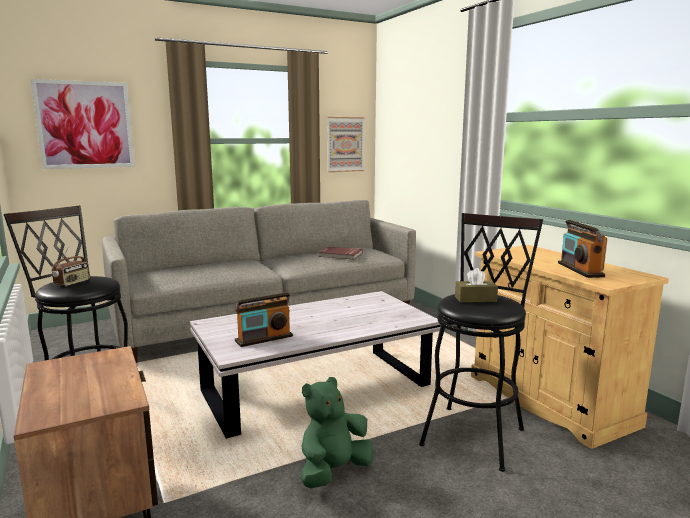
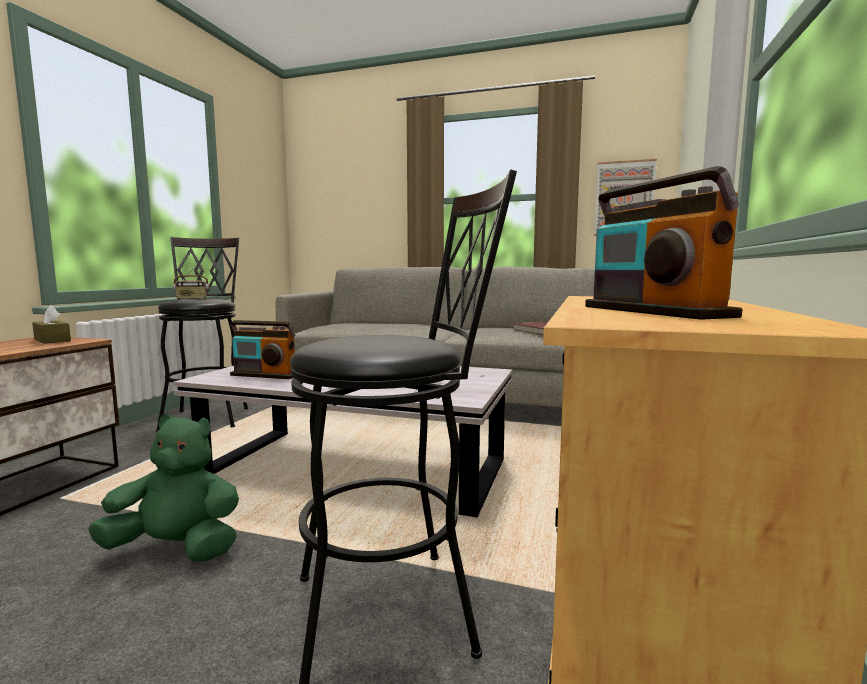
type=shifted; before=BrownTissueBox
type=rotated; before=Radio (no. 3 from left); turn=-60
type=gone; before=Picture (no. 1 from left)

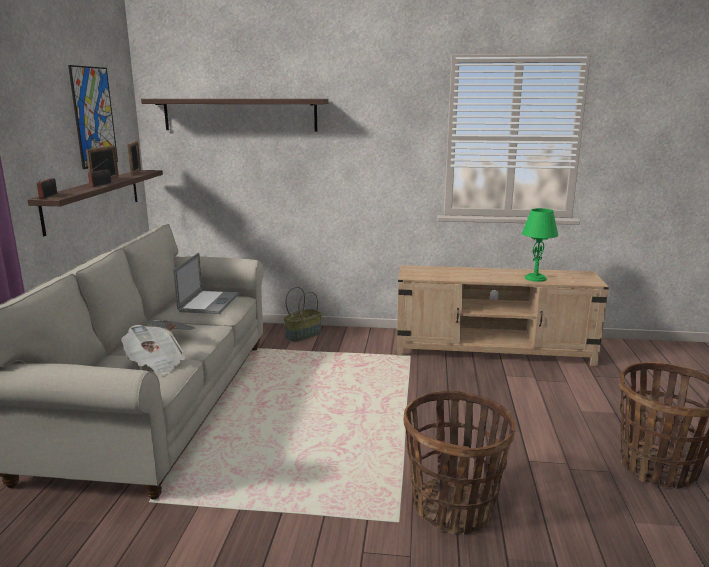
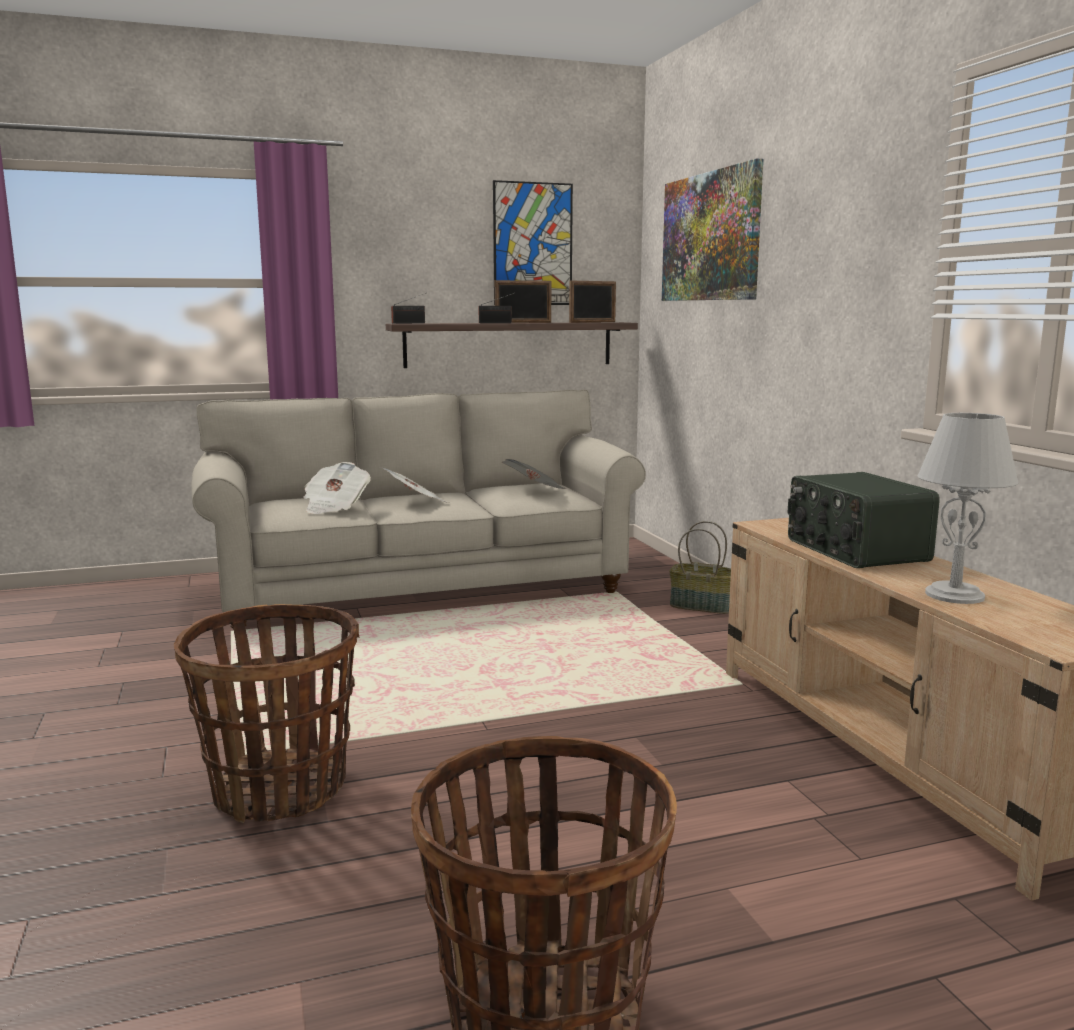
type=swapped; before=Laptop; after=Newspaper (no. 3 from left)
type=swapped; before=Shelf (no. 2 from left); after=Picture (no. 2 from left)
type=new; after=Radio (no. 3 from left)
type=repainted; before=GreenTableLamp; after=GreyTableLamp

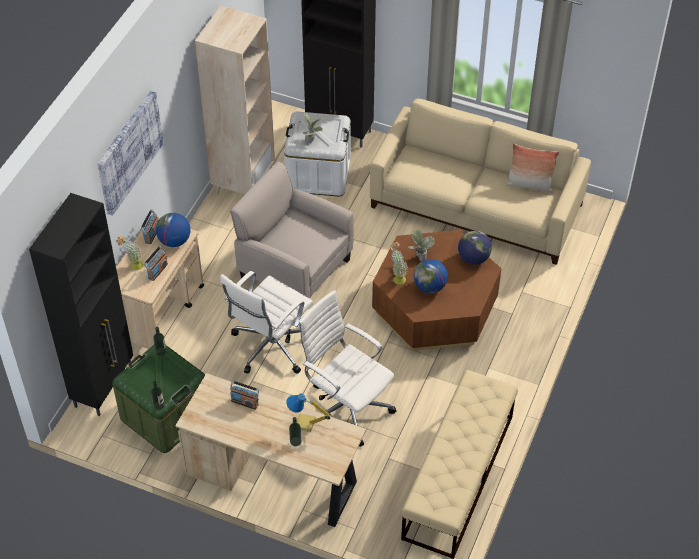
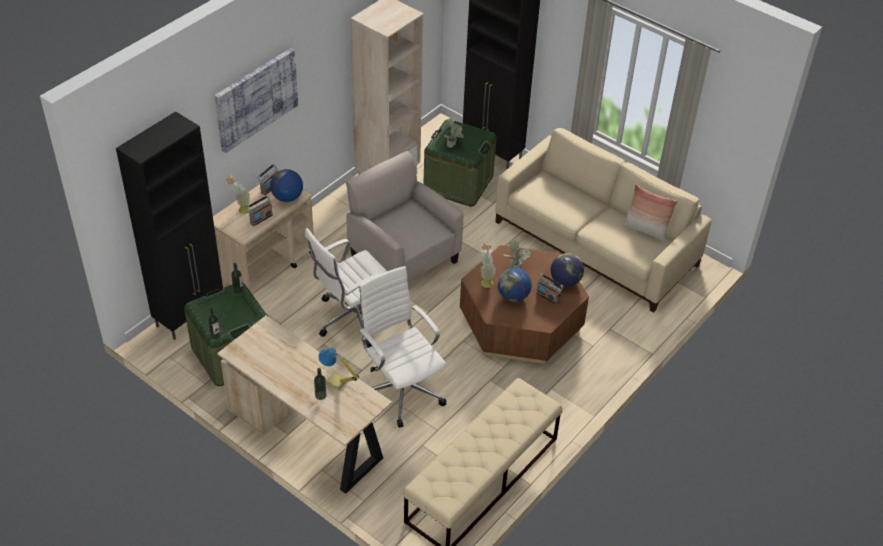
type=repainted; before=WhiteStorageBox; after=GreenStorageBox (no. 2 from left)
type=shifted; before=Radio (no. 3 from left)

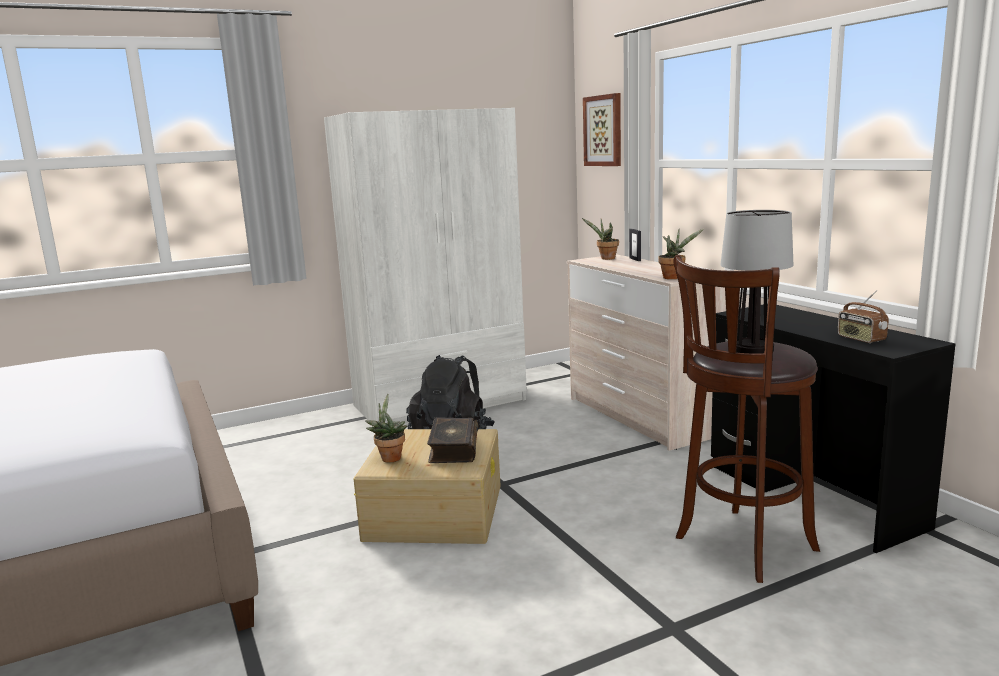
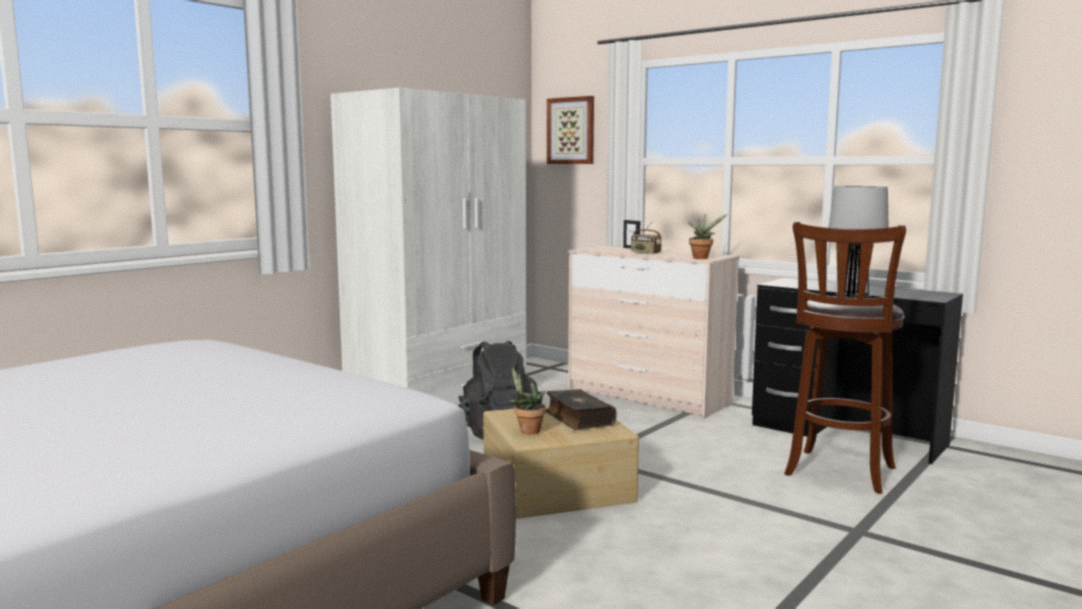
type=shifted; before=Radio
type=gone; before=PottedPlant (no. 2 from left)

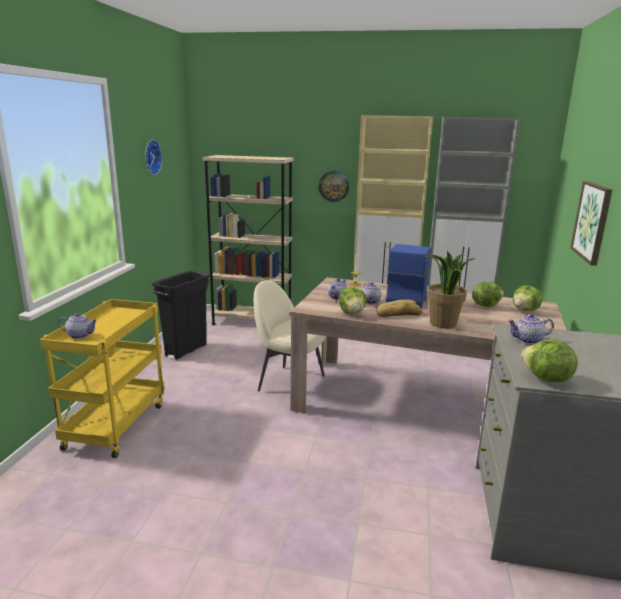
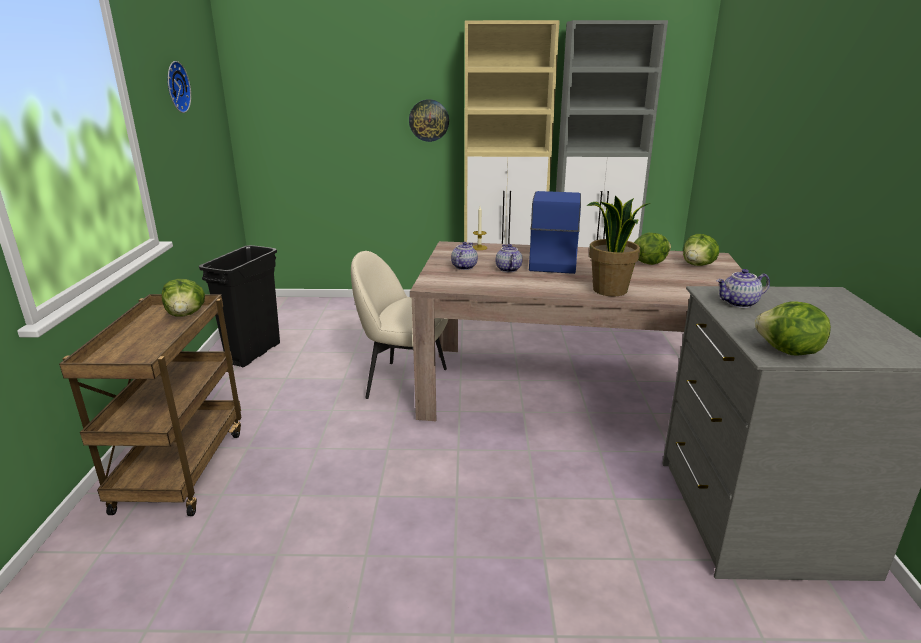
type=repainted; before=YellowCart; after=BrownCart
type=shifted; before=Lettuce (no. 1 from left)
type=gone; before=Teapot (no. 1 from left)
type=gone; before=BeigeBookcase
type=gone; before=Bread
type=gone; before=Picture

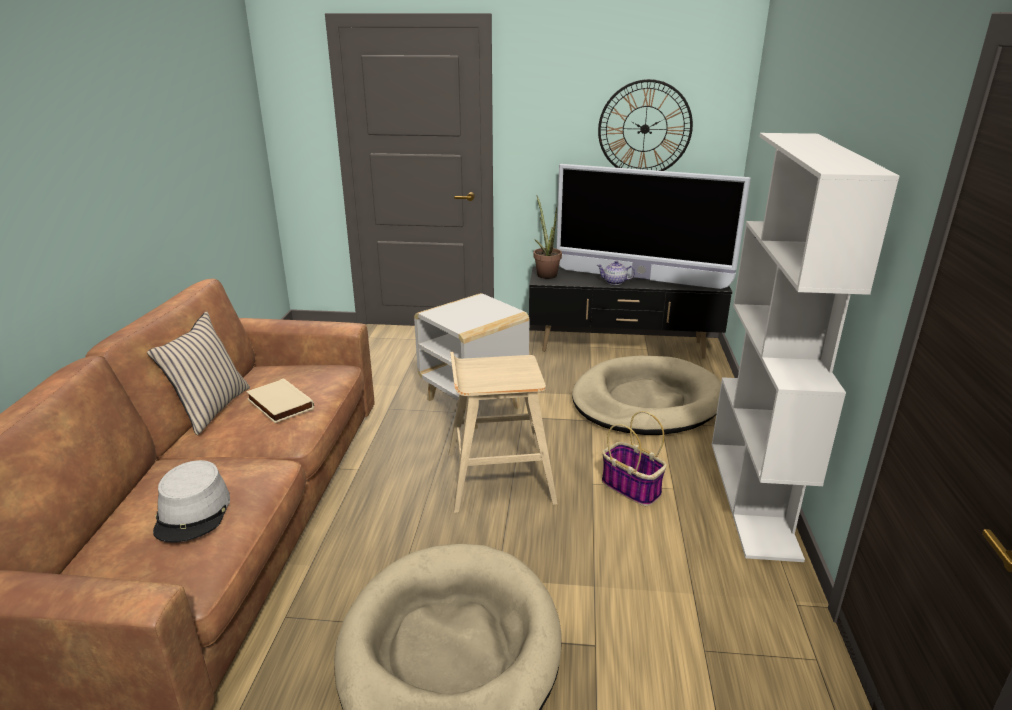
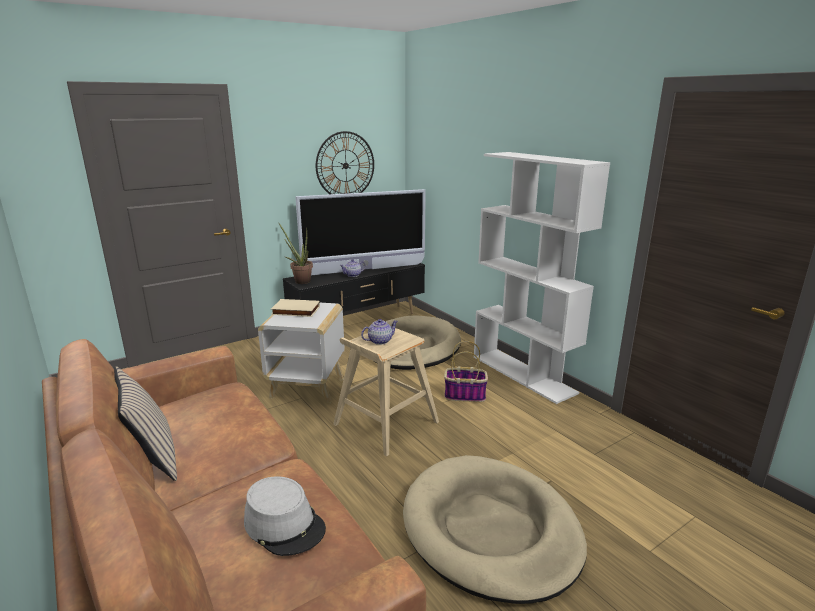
type=shifted; before=BeigeBook
type=new; after=Teapot (no. 2 from left)

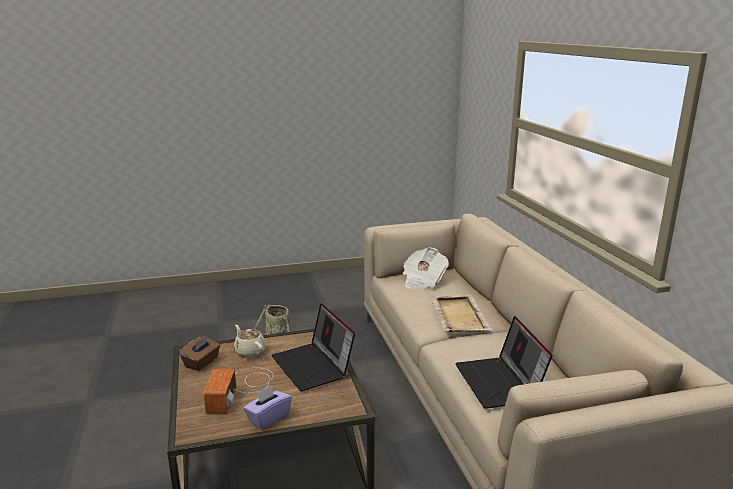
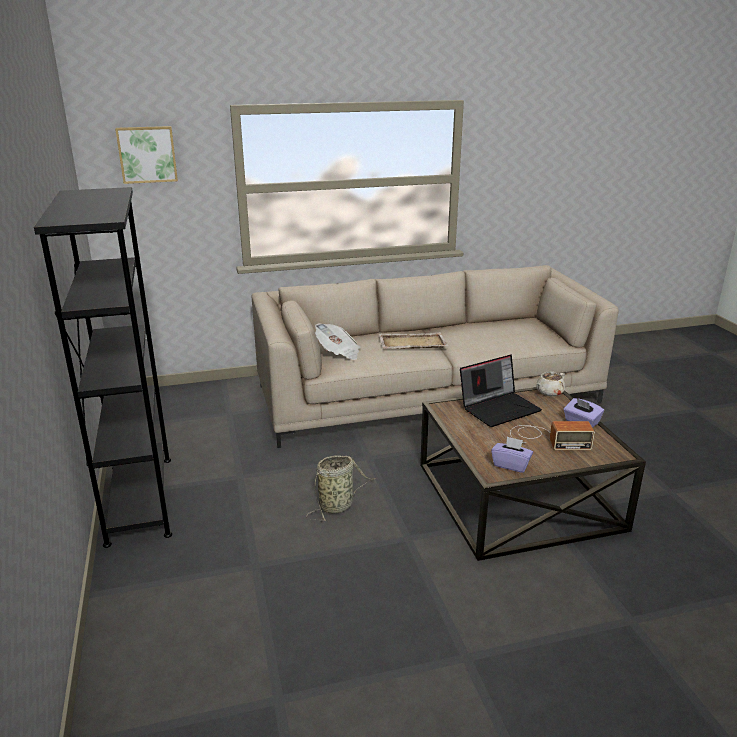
type=new; after=BlackBookcase
type=new; after=Picture
type=repainted; before=BrownTissueBox; after=PurpleTissueBox (no. 1 from left)
type=shifted; before=BeigeTeapot
type=gone; before=Laptop (no. 2 from left)

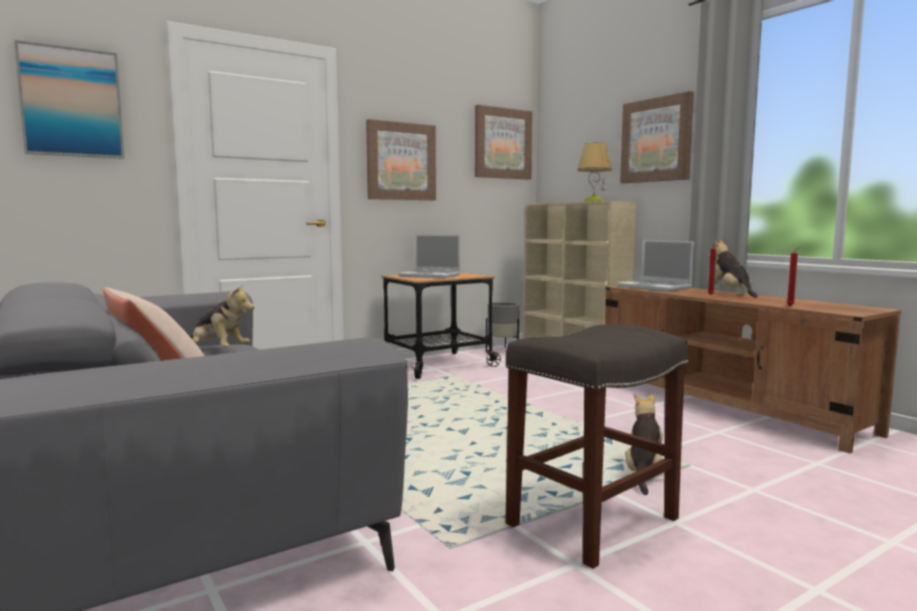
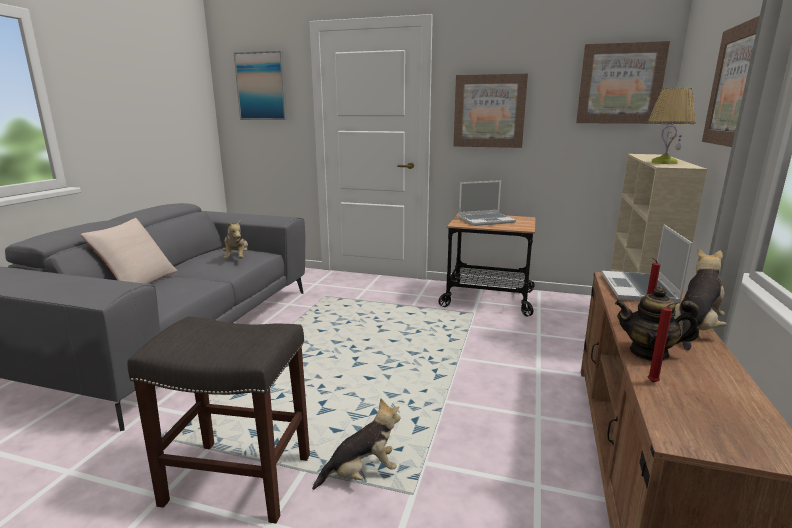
type=rotated; before=Laptop (no. 1 from left); turn=-90
type=new; after=Teapot
type=gone; before=GreyPlanter

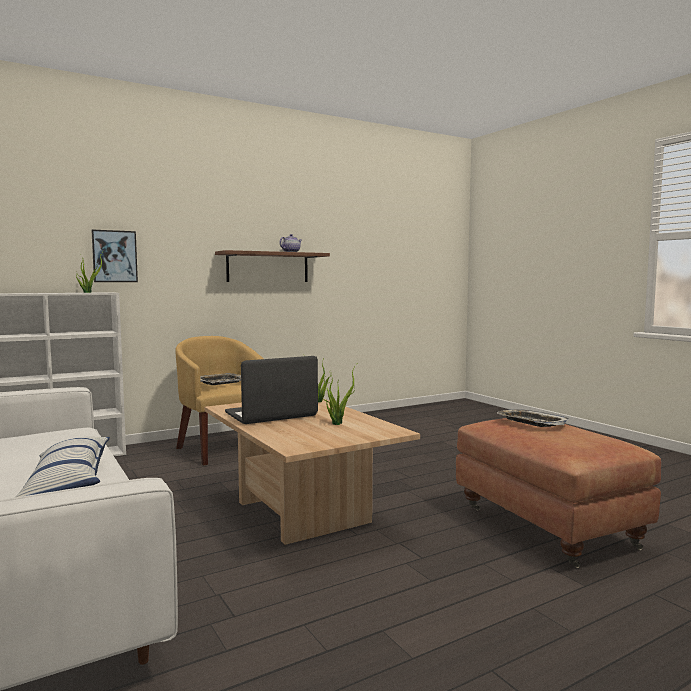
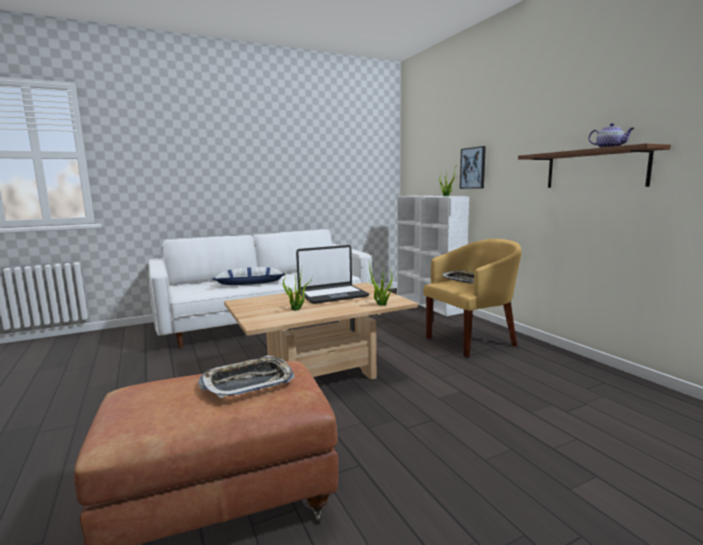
type=rotated; before=Laptop; turn=90

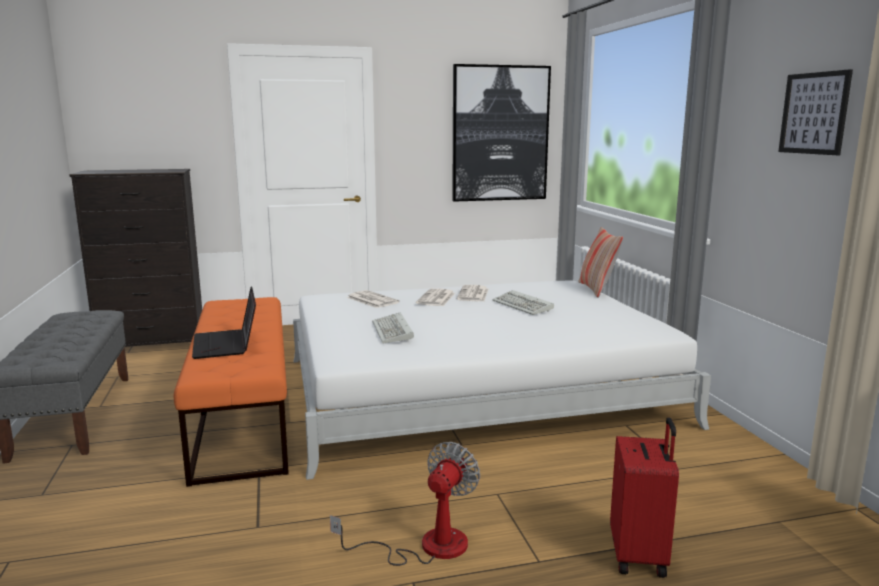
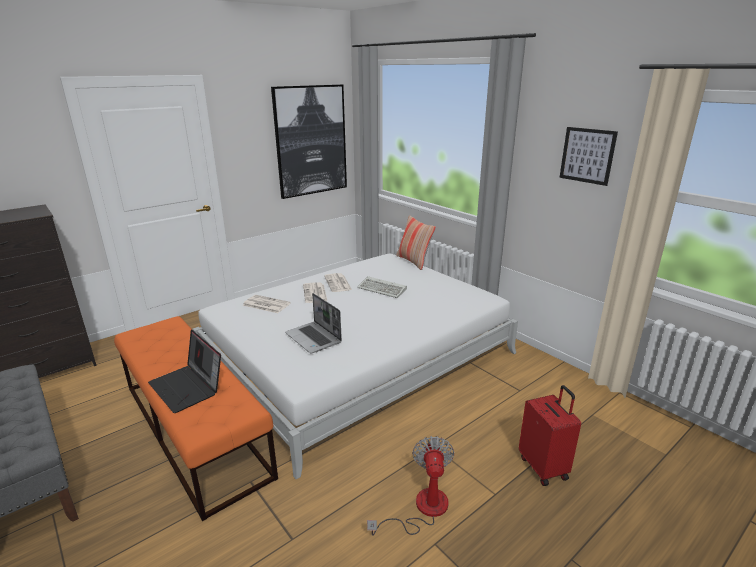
type=swapped; before=Keyboard (no. 1 from left); after=Laptop (no. 2 from left)

